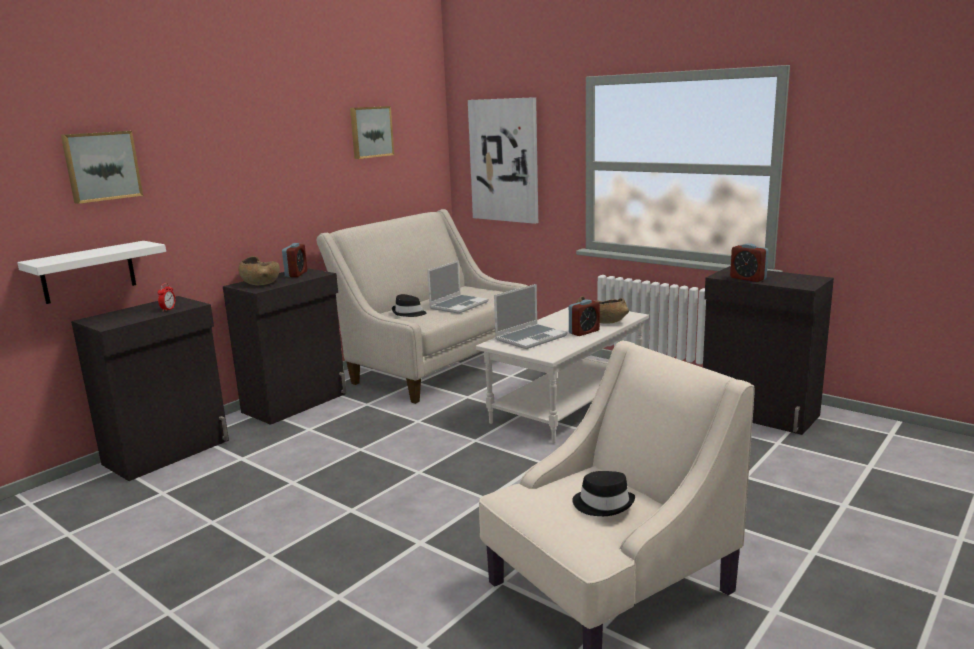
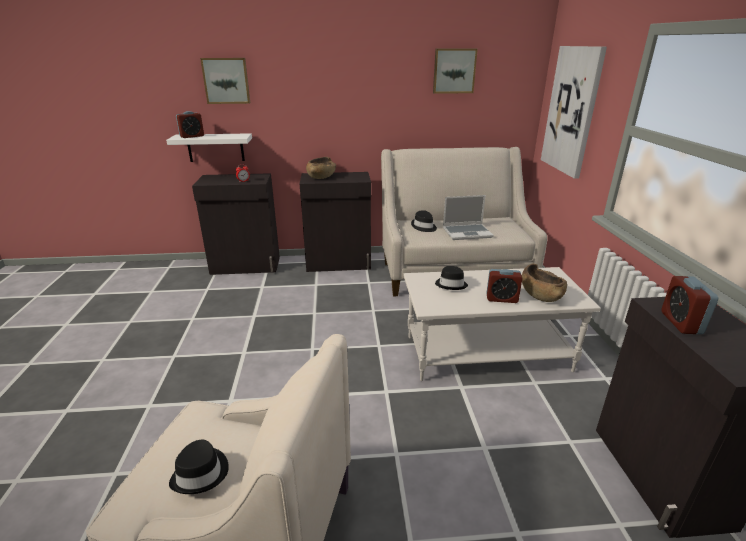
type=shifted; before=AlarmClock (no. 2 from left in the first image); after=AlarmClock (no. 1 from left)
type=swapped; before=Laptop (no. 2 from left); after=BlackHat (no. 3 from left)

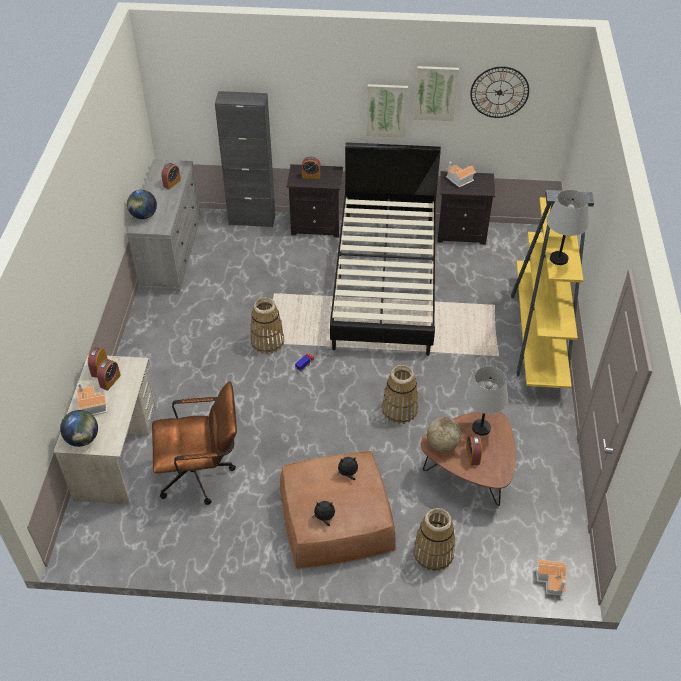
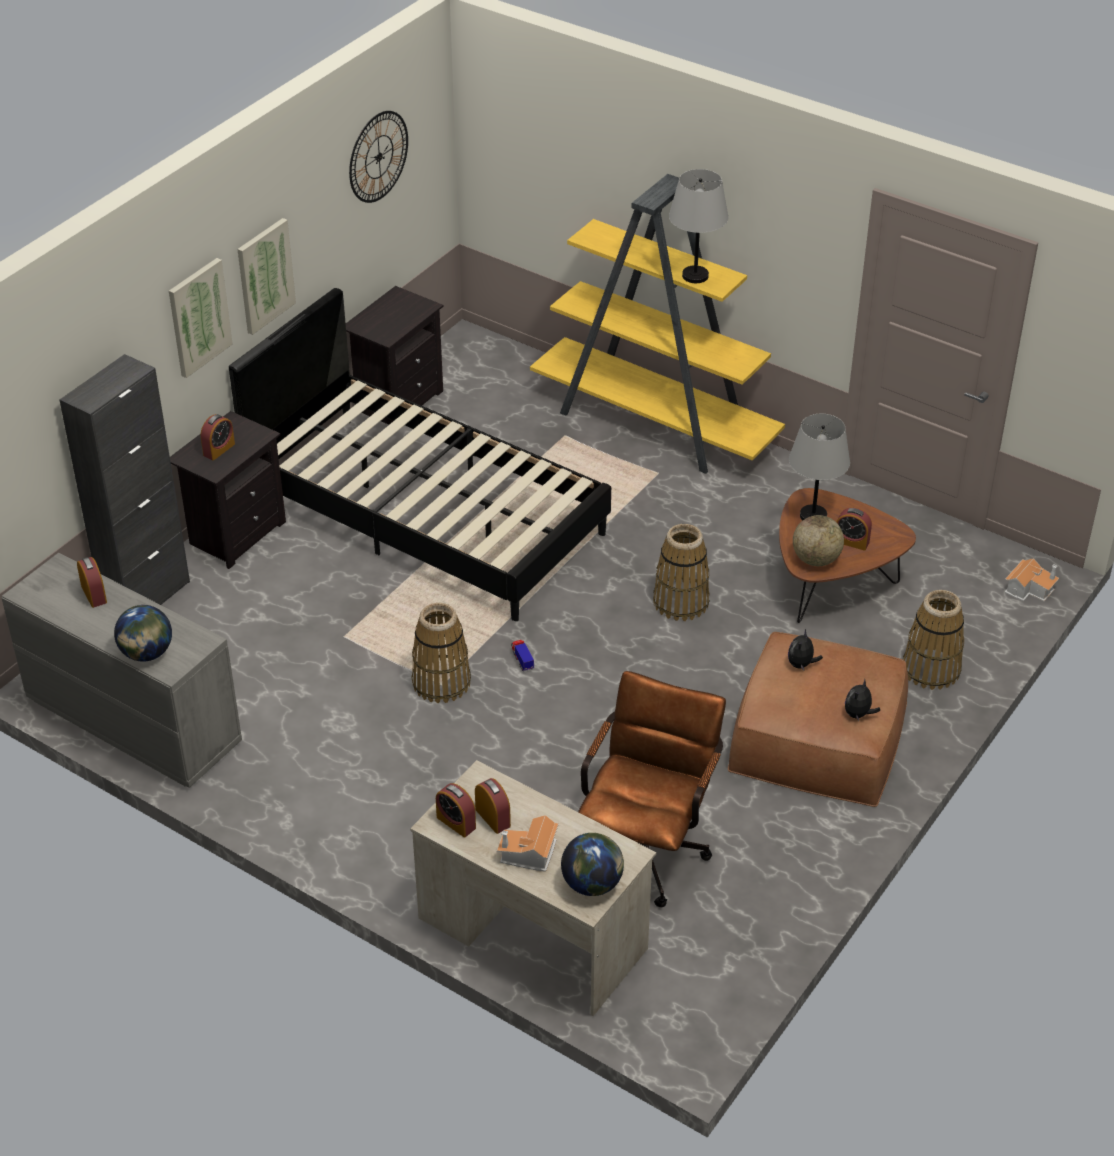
type=shifted; before=Picture (no. 2 from left in the first image); after=Picture (no. 1 from left)
type=gone; before=ToyHouse (no. 2 from left)

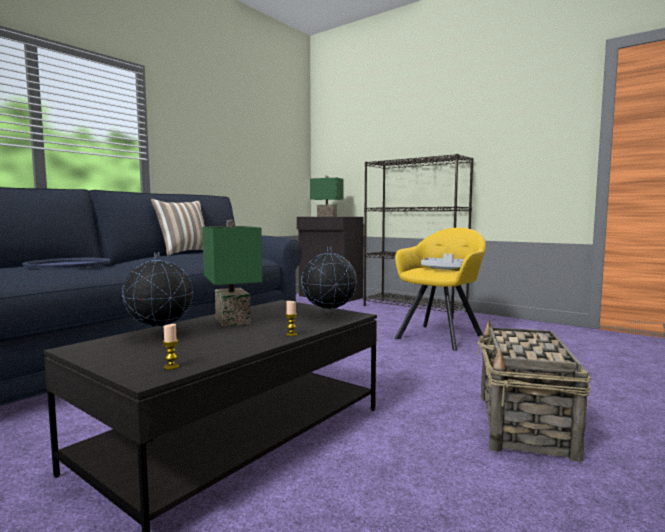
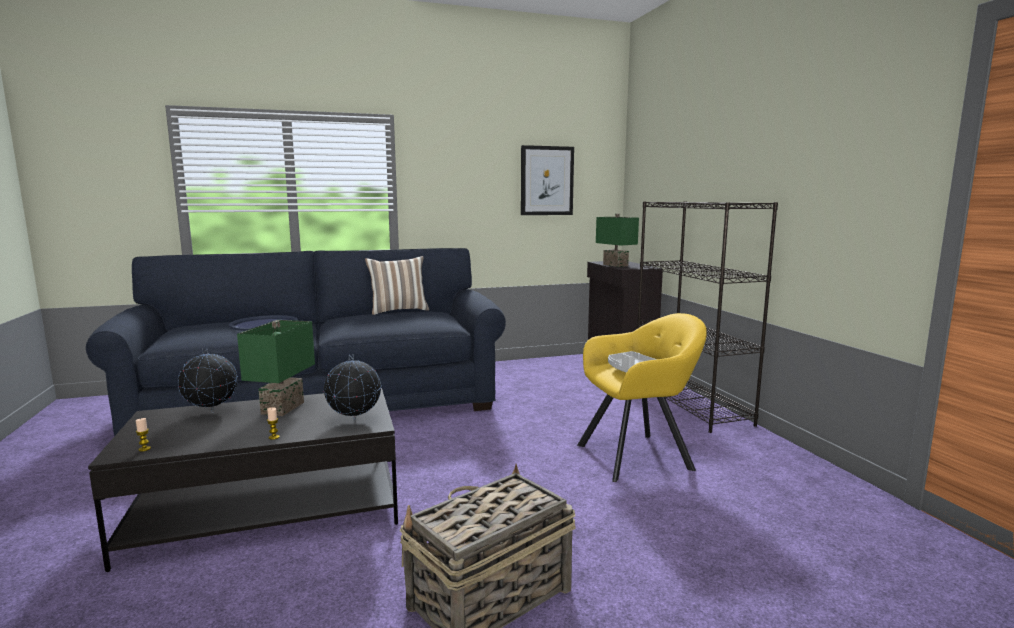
type=new; after=Picture

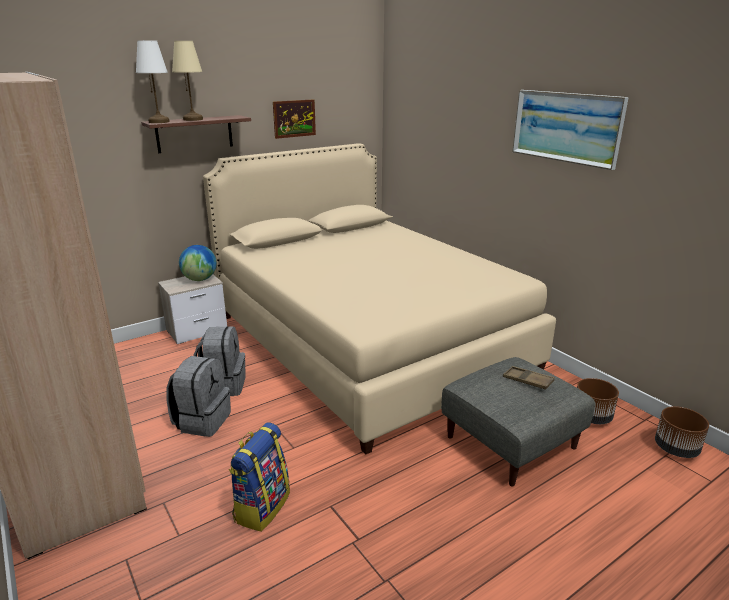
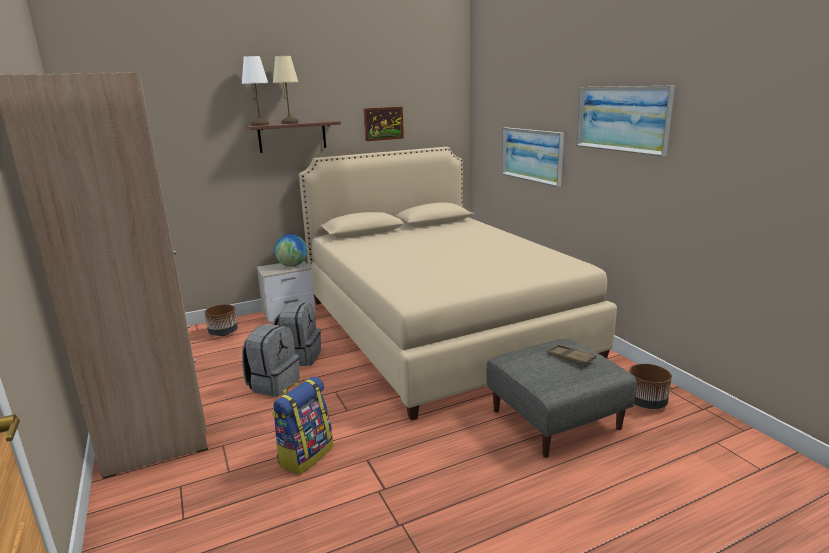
type=shifted; before=BrownPlanter (no. 2 from left in the first image); after=BrownPlanter (no. 1 from left)
type=new; after=Picture (no. 2 from left)

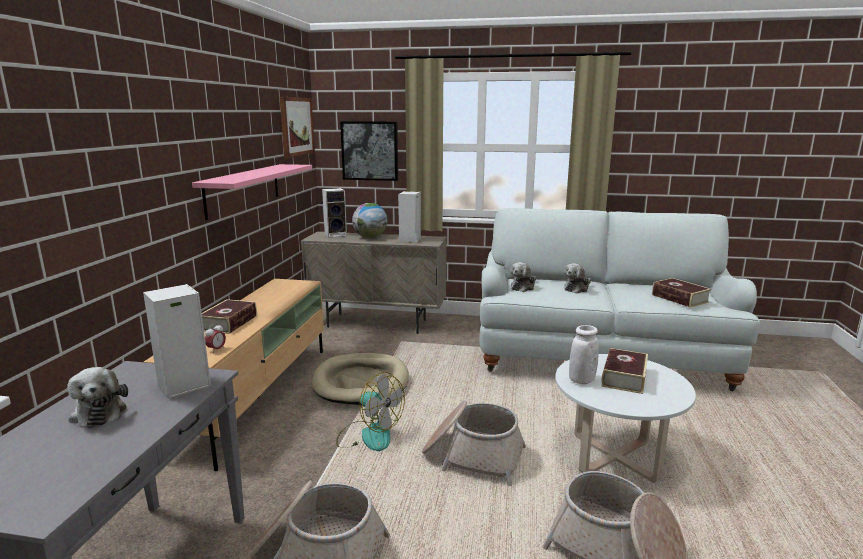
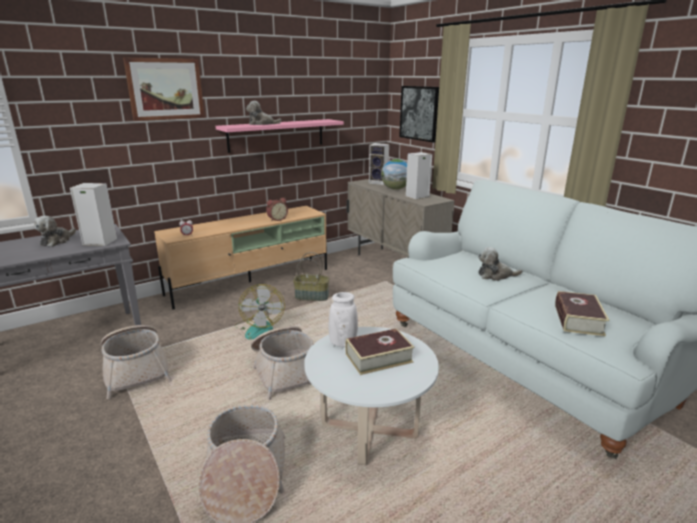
type=shifted; before=Picture (no. 1 from left)
type=shifted; before=PlushToy (no. 2 from left)
type=new; after=AlarmClock (no. 2 from left)
type=swapped; before=BeigeDogBed; after=Basket (no. 4 from left)
type=gone; before=Book (no. 1 from left)

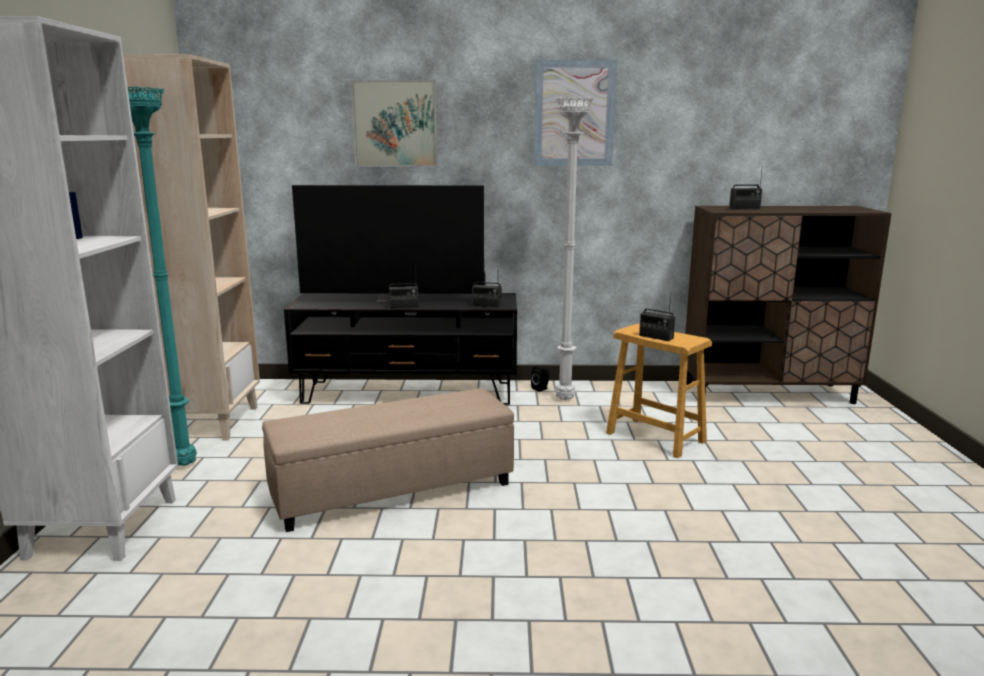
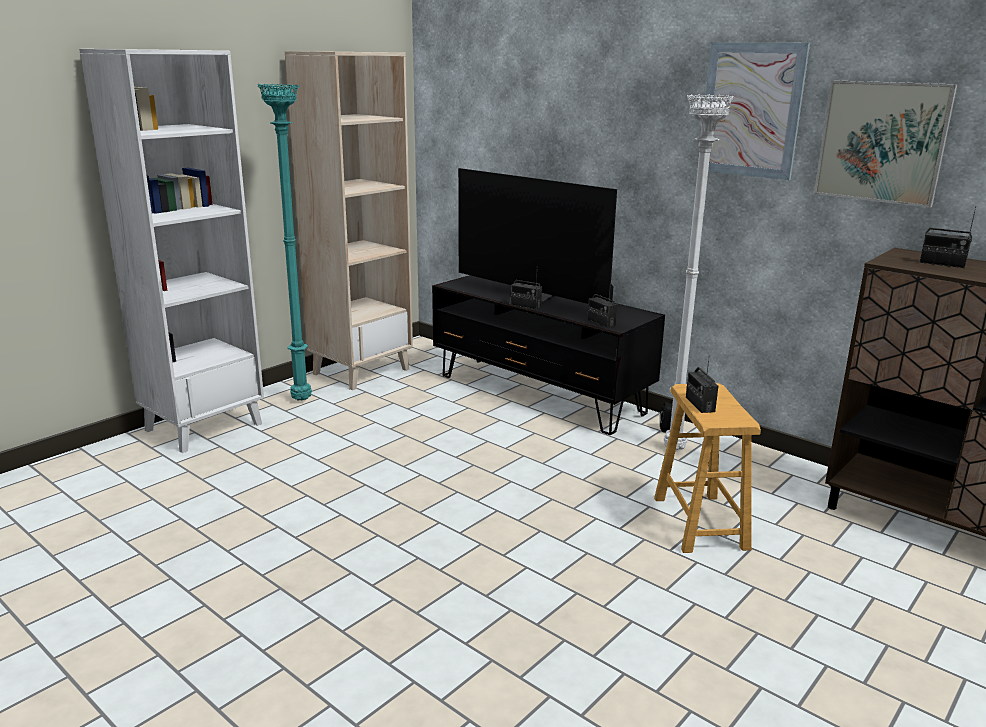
type=shifted; before=Picture (no. 1 from left in the first image); after=Picture (no. 2 from left)
type=gone; before=BeigeOttoman

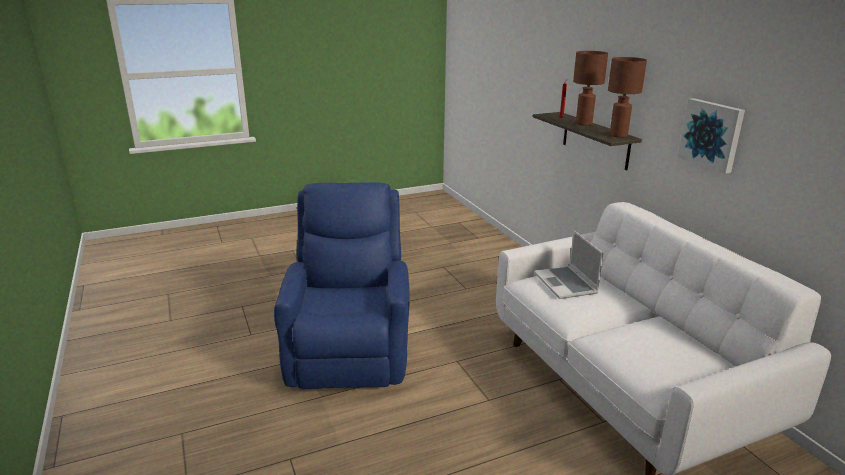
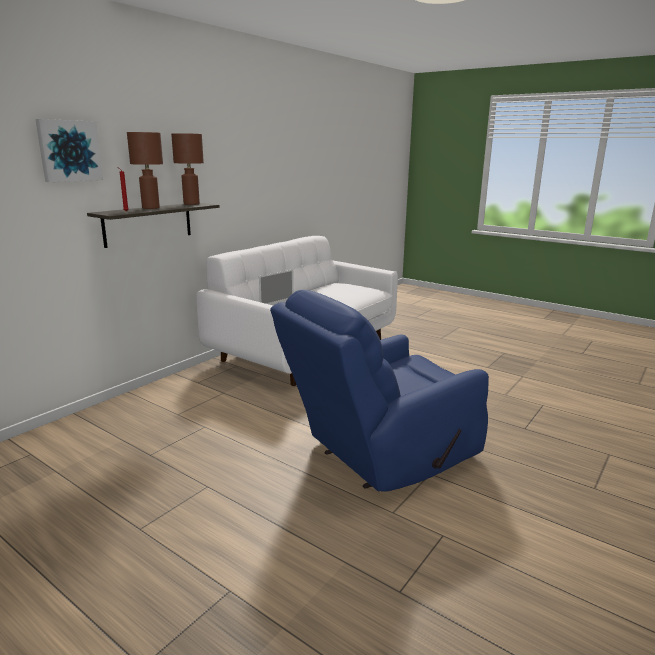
type=shifted; before=Picture

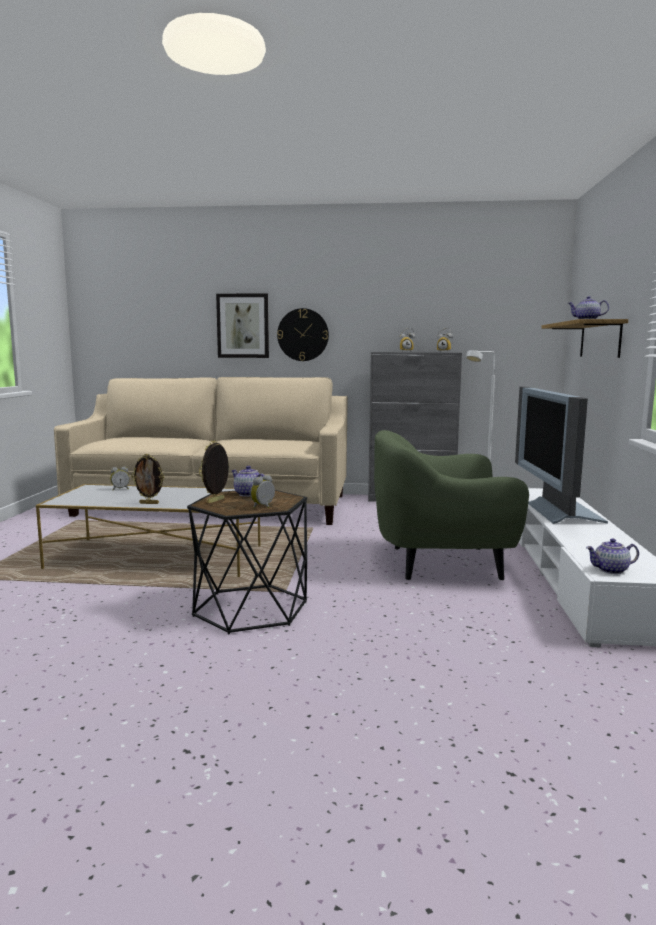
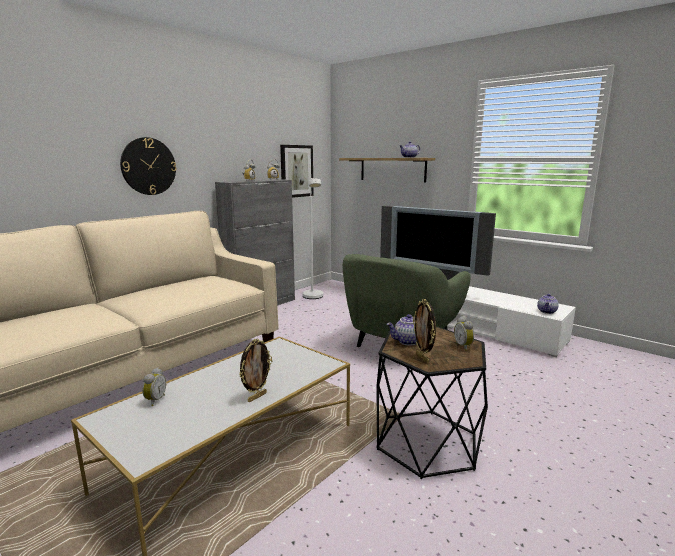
type=shifted; before=Picture

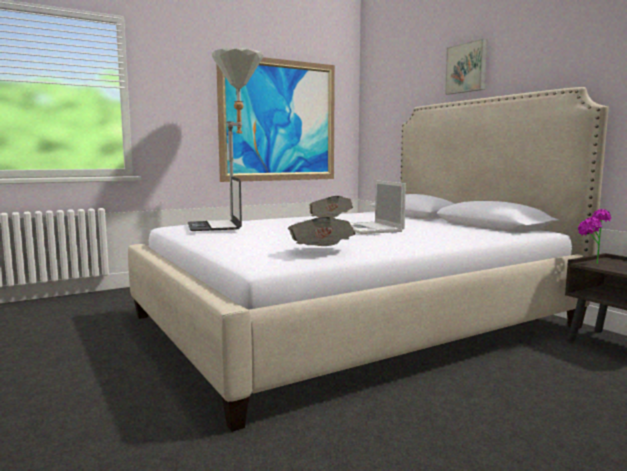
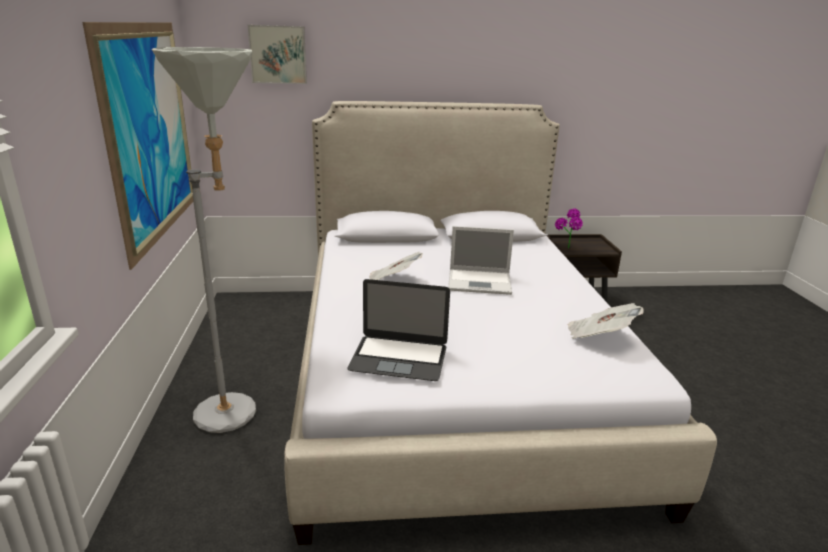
type=shifted; before=Picture (no. 2 from left)

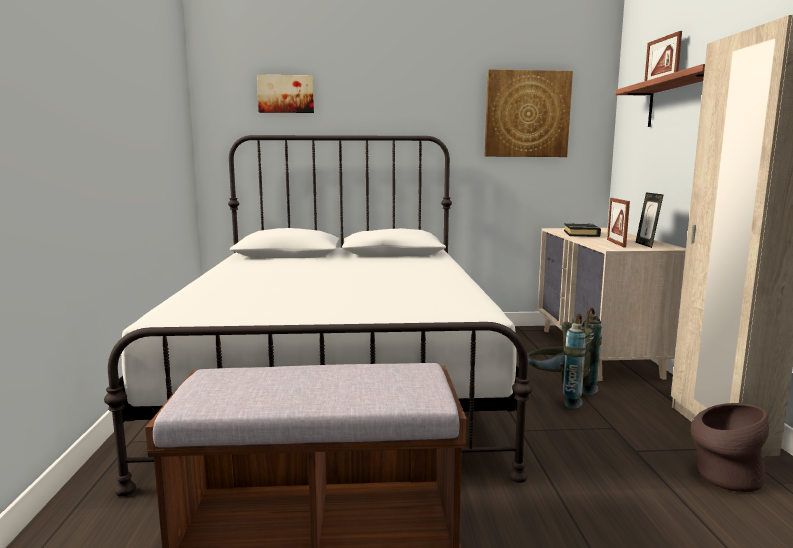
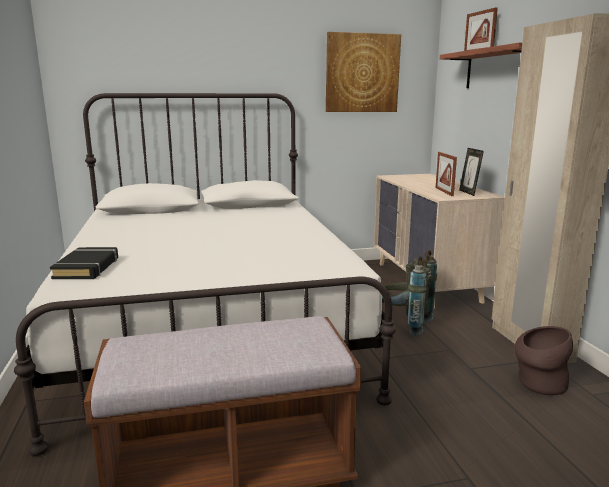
type=shifted; before=BlackBook
type=gone; before=Picture (no. 1 from left)

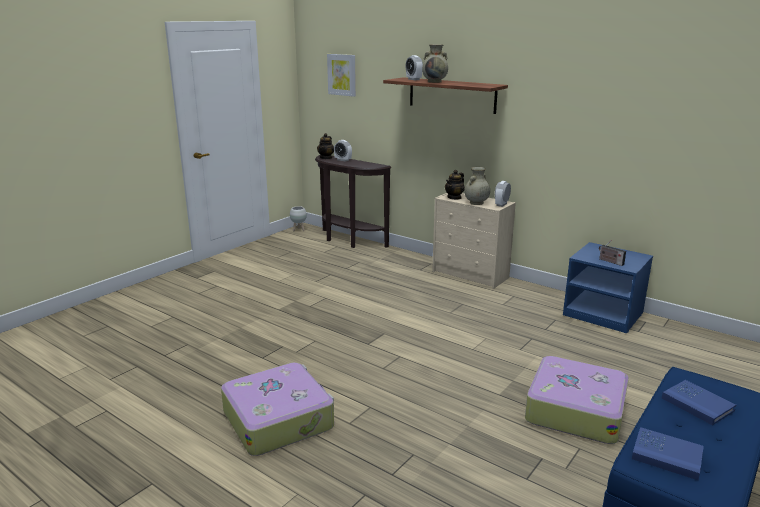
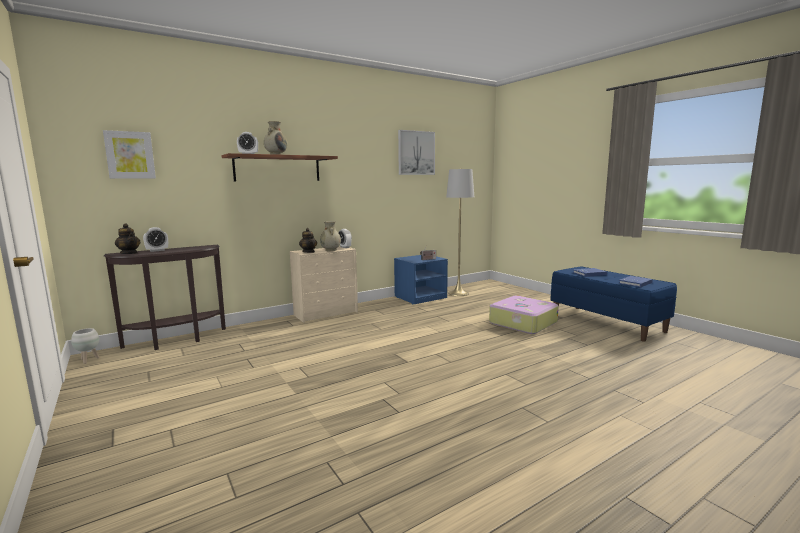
type=new; after=Picture (no. 2 from left)
type=new; after=GreyFloorLamp
type=gone; before=Suitcase (no. 1 from left)

